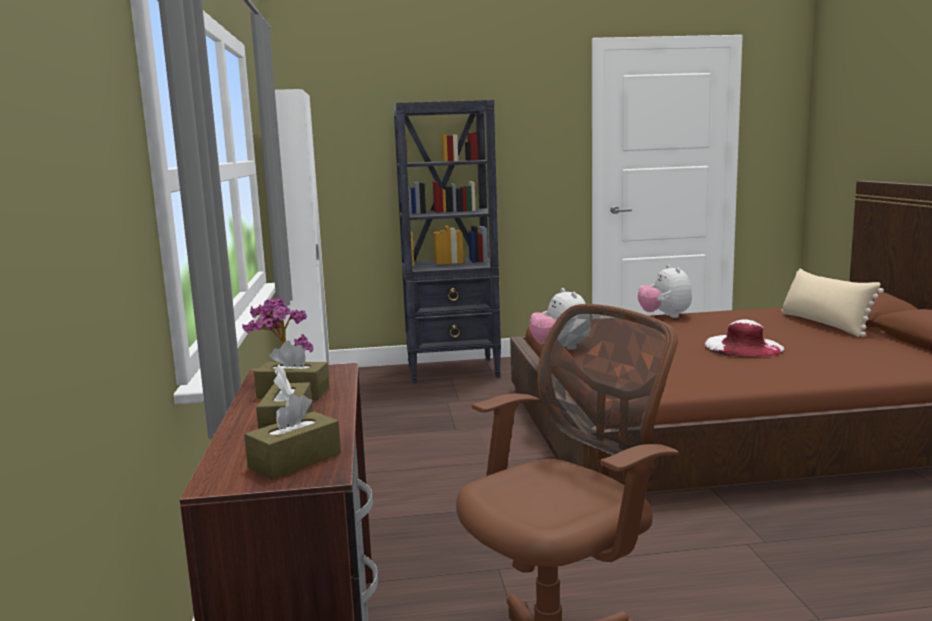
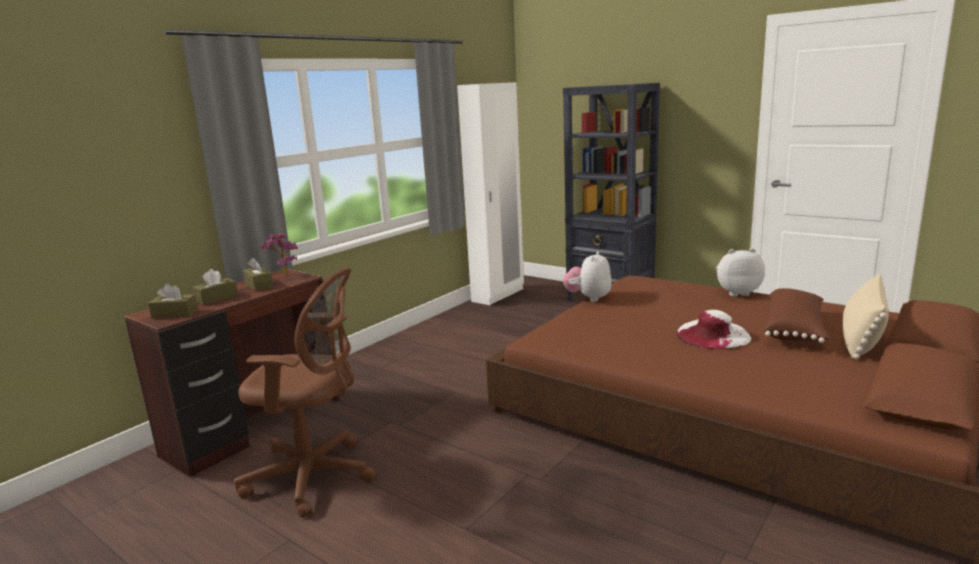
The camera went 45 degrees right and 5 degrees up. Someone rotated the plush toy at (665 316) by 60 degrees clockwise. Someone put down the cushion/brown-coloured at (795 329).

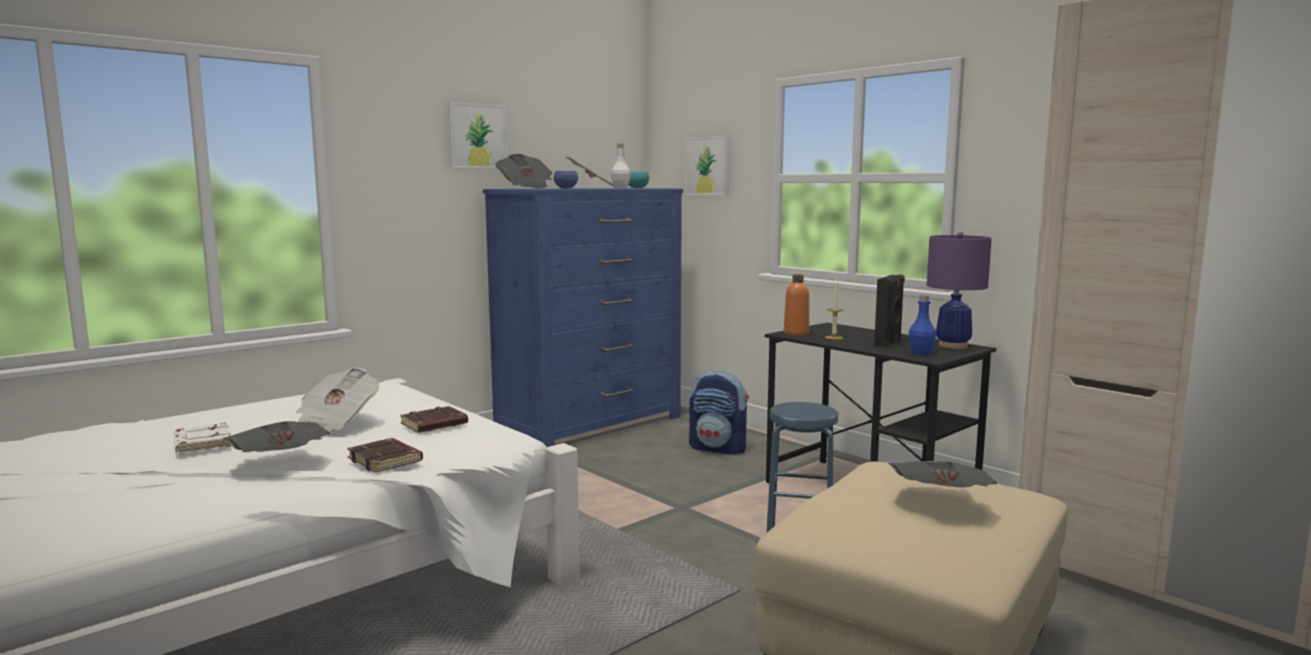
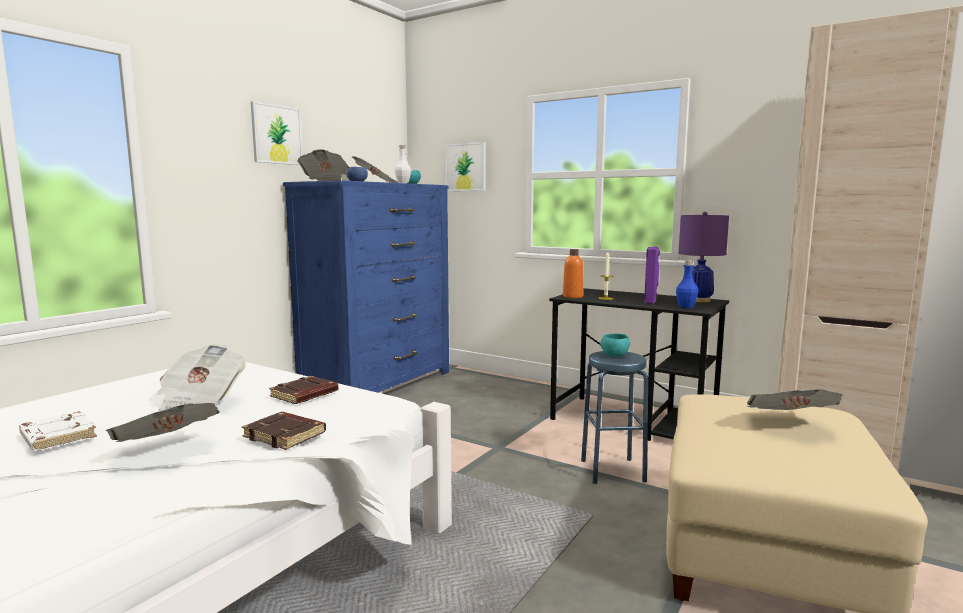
The camera went 15 degrees left and 0 degrees up. Someone repainted the speaker/black at (889 342), which became the speaker/purplish at (651 300). Someone took away the rucksack at (719 448). Someone put down the serving bowl/turquoise at (614 356).

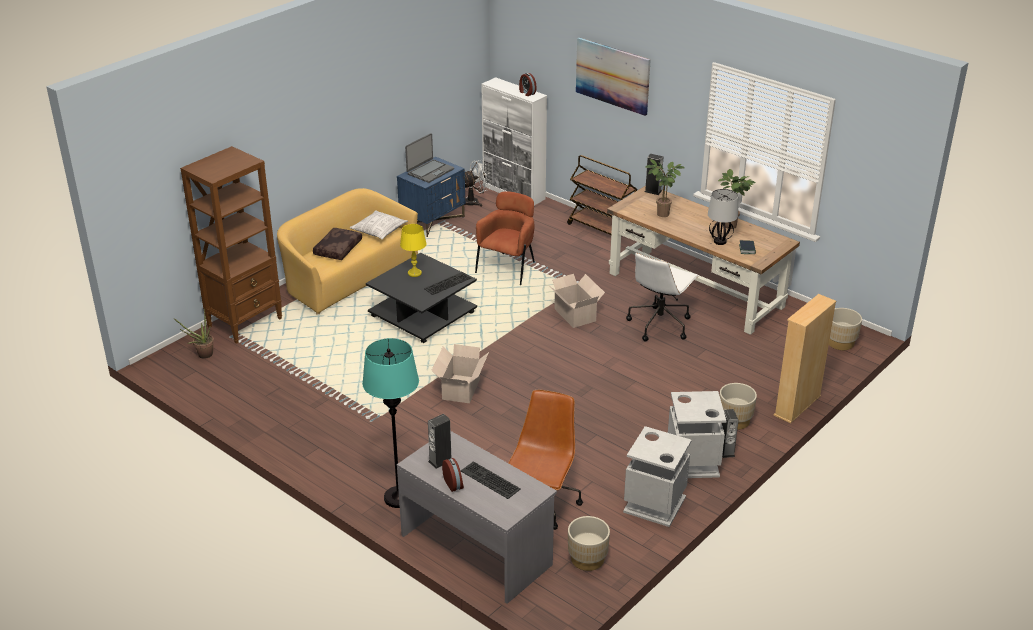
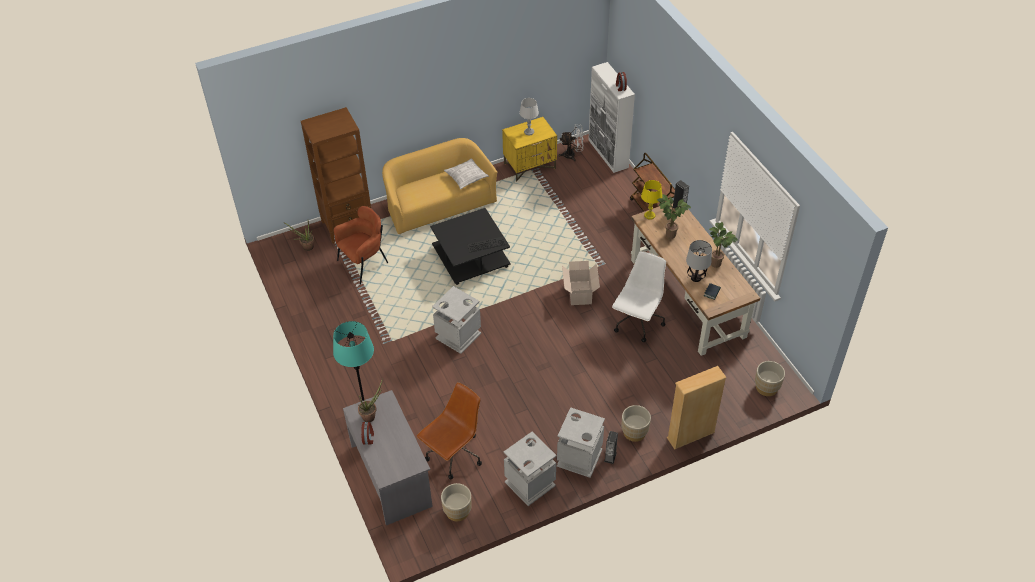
The camera went 25 degrees right and 15 degrees up. Someone took away the wall art at (613 75). Someone swapped the laptop at (430 171) for the tabletop lamp/gray at (529 132). Someone repainted the bedside table/blue at (433 221), which became the bedside table/yellow at (530 166). Someone carried the easy chair/brown-coloured from (508 268) to (364 263). Someone carried the tabletop lamp/yellow from (414 273) to (649 215). Someone took away the cushion/brown-coloured at (337 249). Someone rotated the computer chair/white-coloured at (659 324) by 150 degrees clockwise. Someone swapped the cardboard box at (460 389) for the waste bin/gray at (458 336). Someone swapped the speaker at (440 461) for the houseplant at (371 415). Someone took away the computer keyboard at (489 480).

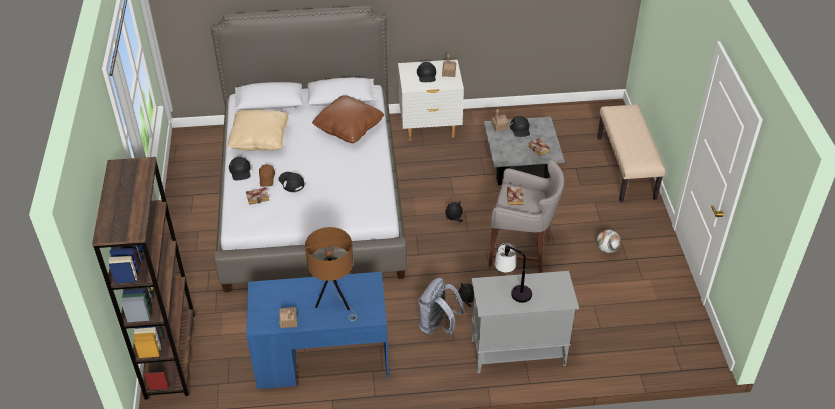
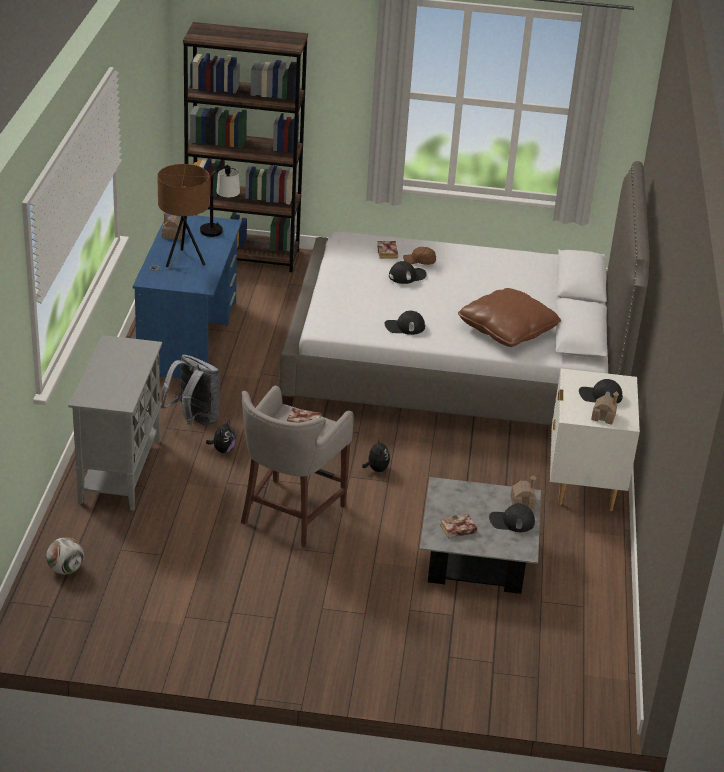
The camera went 100 degrees right and 10 degrees down. Someone took away the bench/beige at (626 168). Someone took away the cushion/beige at (259 139). Someone carried the peaked cap/black from (240 171) to (404 327). Someone carried the football from (606 249) to (66 569). Someone carried the tabletop lamp from (512 291) to (219 227).

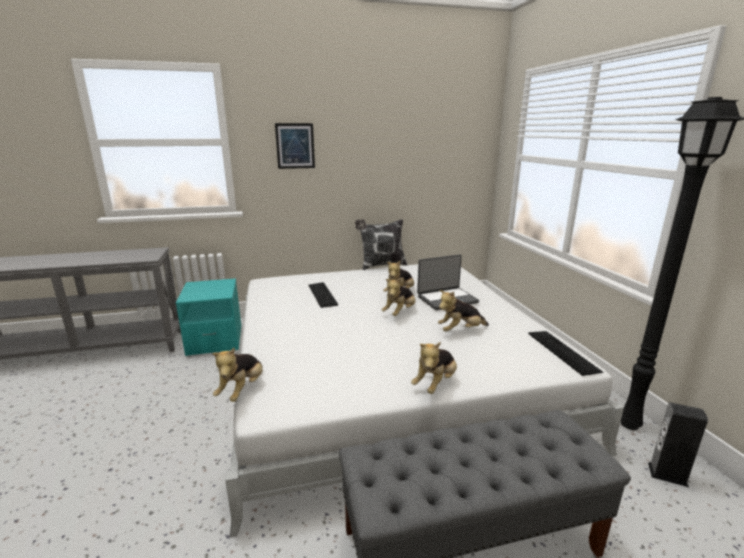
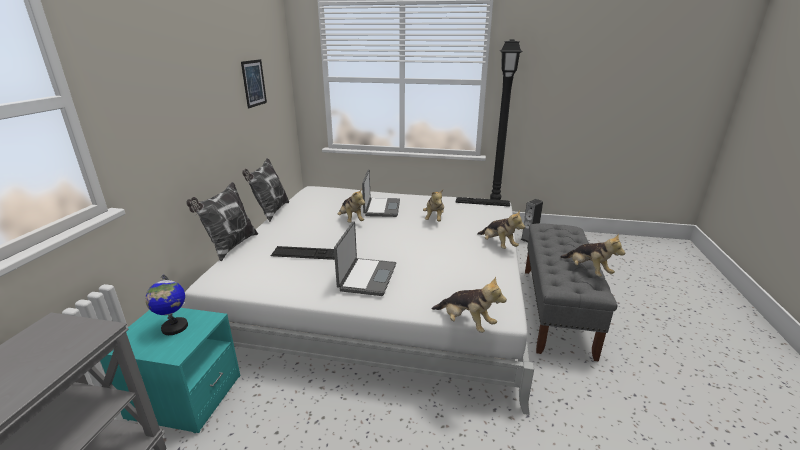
The camera went 65 degrees left and 5 degrees up. Someone carried the wall art from (295 146) to (254 83). Someone carried the plush toy from (400 312) to (587 270). Someone put down the cushion at (230 246). Someone put down the laptop at (366 277). Someone put down the globe at (174 327).

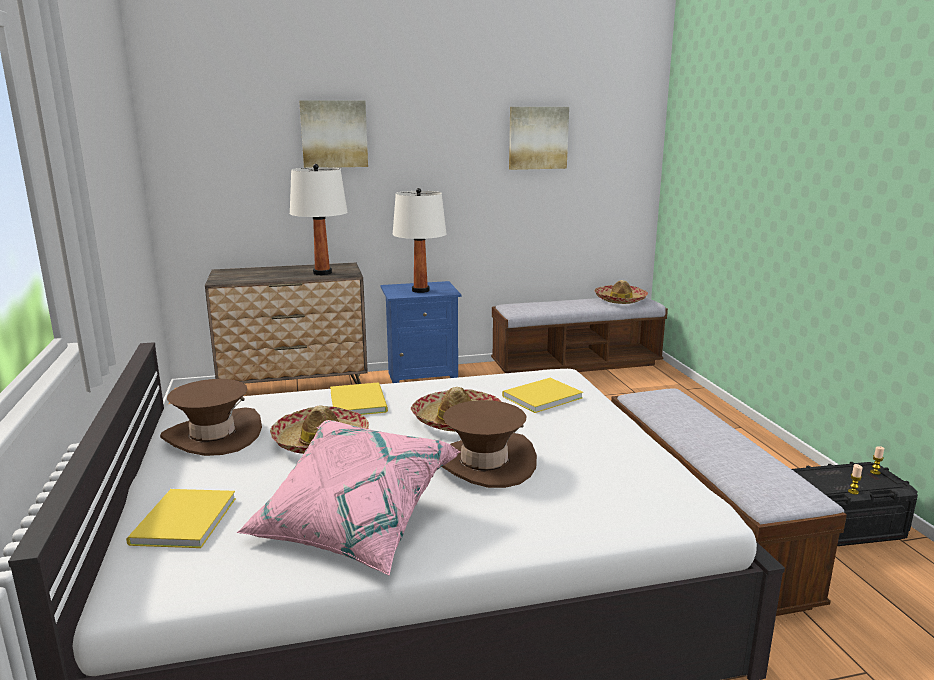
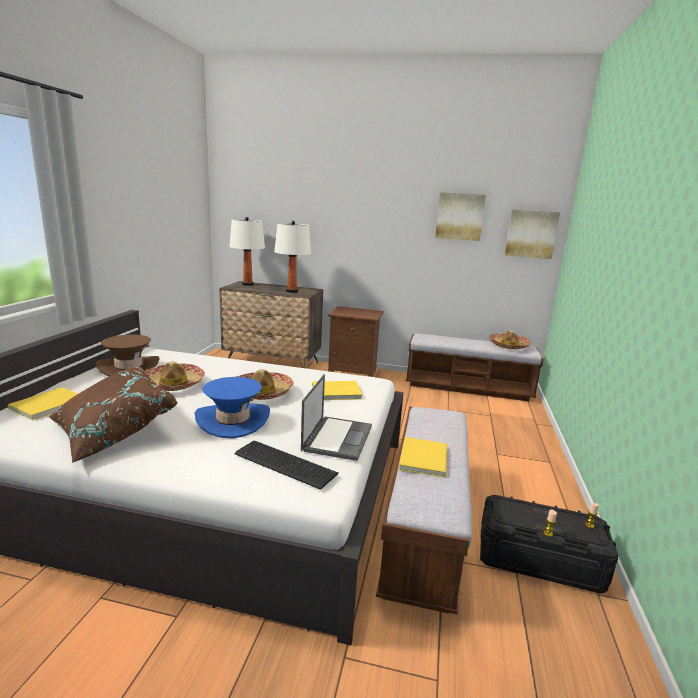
The camera went 25 degrees right and 0 degrees up. Someone carried the wall art from (334 134) to (531 234). Someone carried the tabletop lamp/white-coloured from (420 290) to (248 284). Someone repainted the bedside table/blue at (421 378), which became the bedside table/brown-coloured at (353 372). Someone carried the book/yellow from (359 401) to (425 457). Someone repainted the wearable hat/brown-coloured at (484 463), which became the wearable hat/blue at (233 420). Someone repainted the cushion/pink at (352 525), which became the cushion/brown-coloured at (113 432). Someone put down the laptop at (337 437). Someone put down the computer keyboard at (285 462).

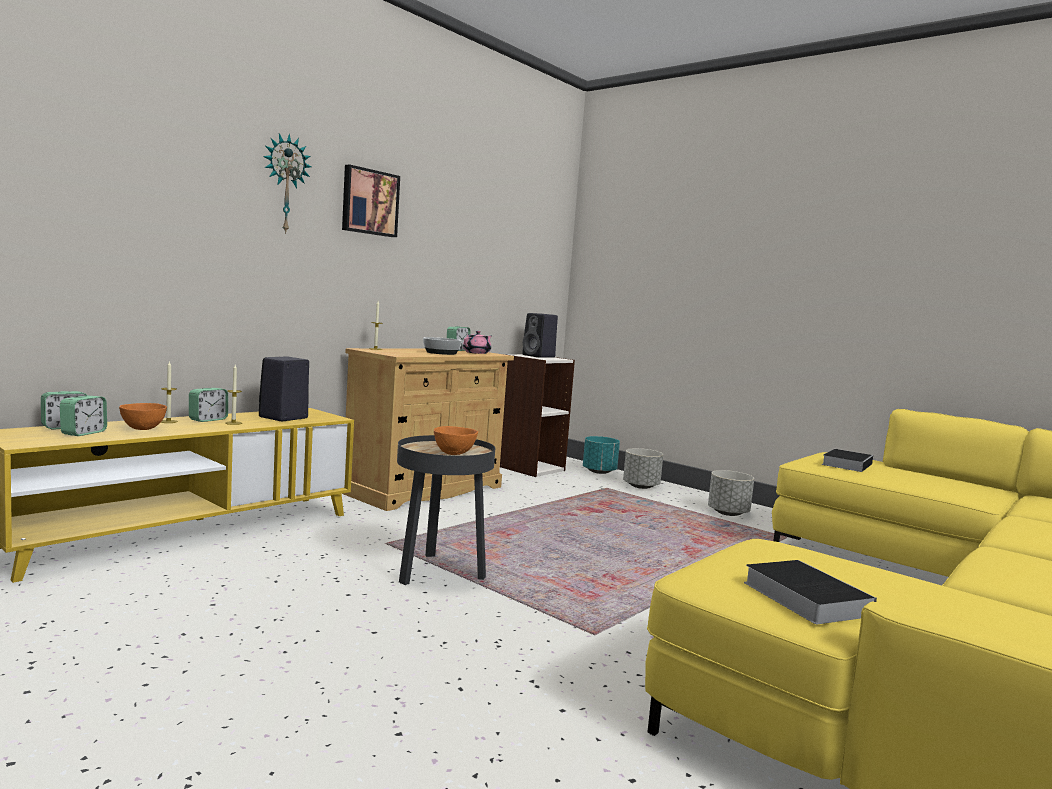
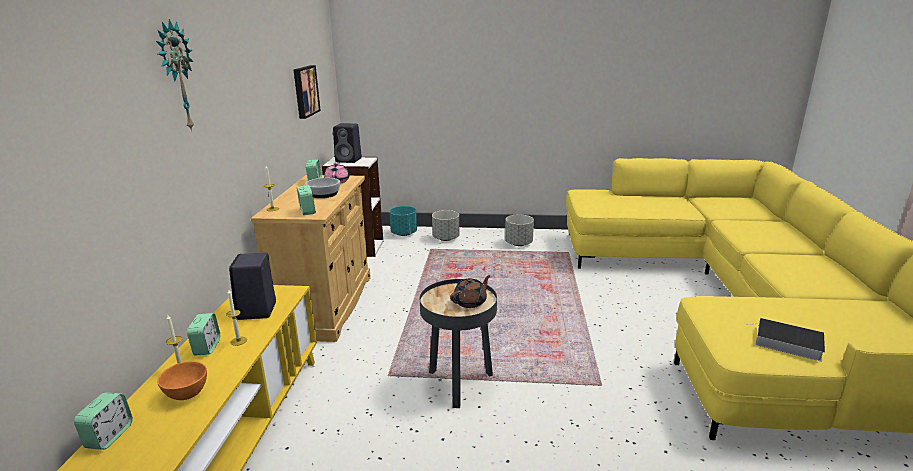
The camera went 35 degrees left and 15 degrees up. Someone carried the wall art from (369 202) to (304 91). Someone carried the alarm clock from (83 433) to (307 211). Someone swapped the serving bowl/orangey at (455 453) for the tea pot/brown-coloured at (470 302). Someone took away the book at (846 464).

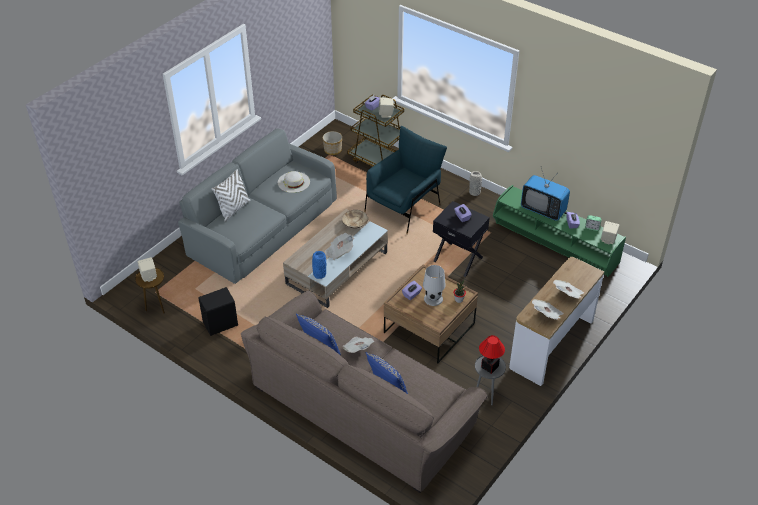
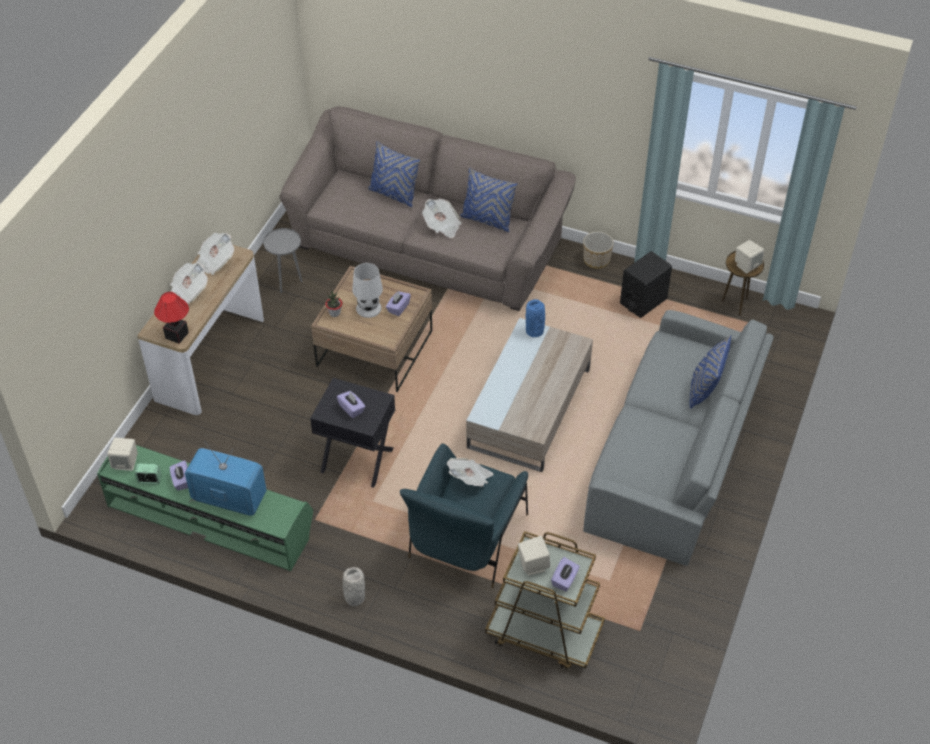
The camera went 165 degrees right and 5 degrees up. Someone carried the plant pot from (332 150) to (596 260). Someone repainted the cushion/white-coloured at (234 209), which became the cushion/blue at (704 389). Someone took away the wearable hat/white-coloured at (293 182). Someone took away the serving bowl/beige at (355 223). Someone carried the newspaper from (339 252) to (470 479). Someone carried the tabletop lamp from (489 366) to (177 335).

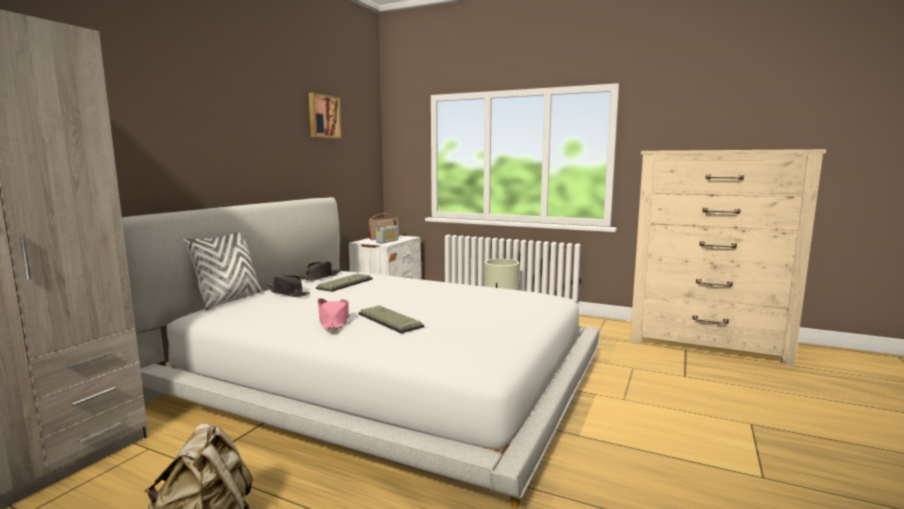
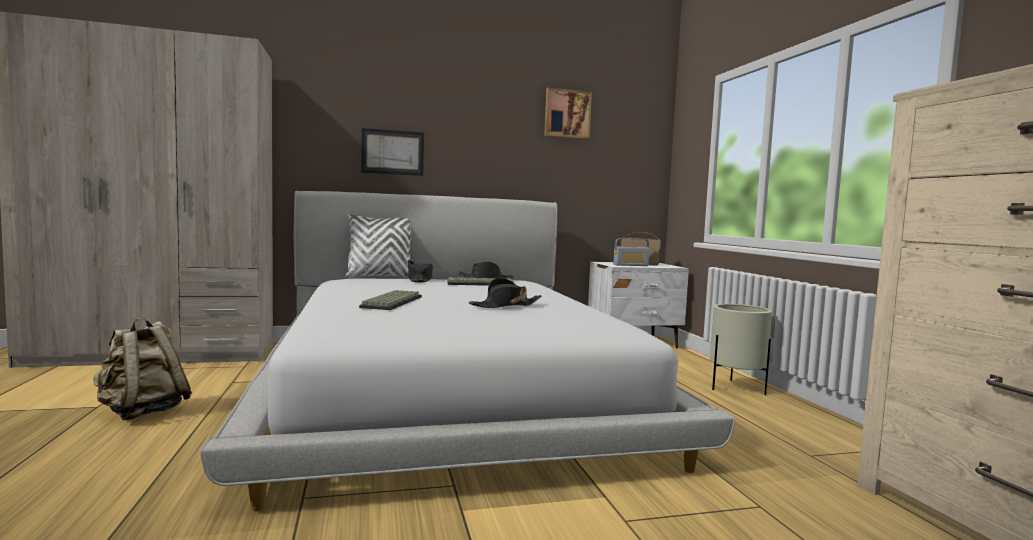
The camera went 50 degrees right and 5 degrees down. Someone took away the wearable hat/pink at (334 321). Someone put up the wall art at (392 152). Someone put down the wearable hat/black at (505 306).

